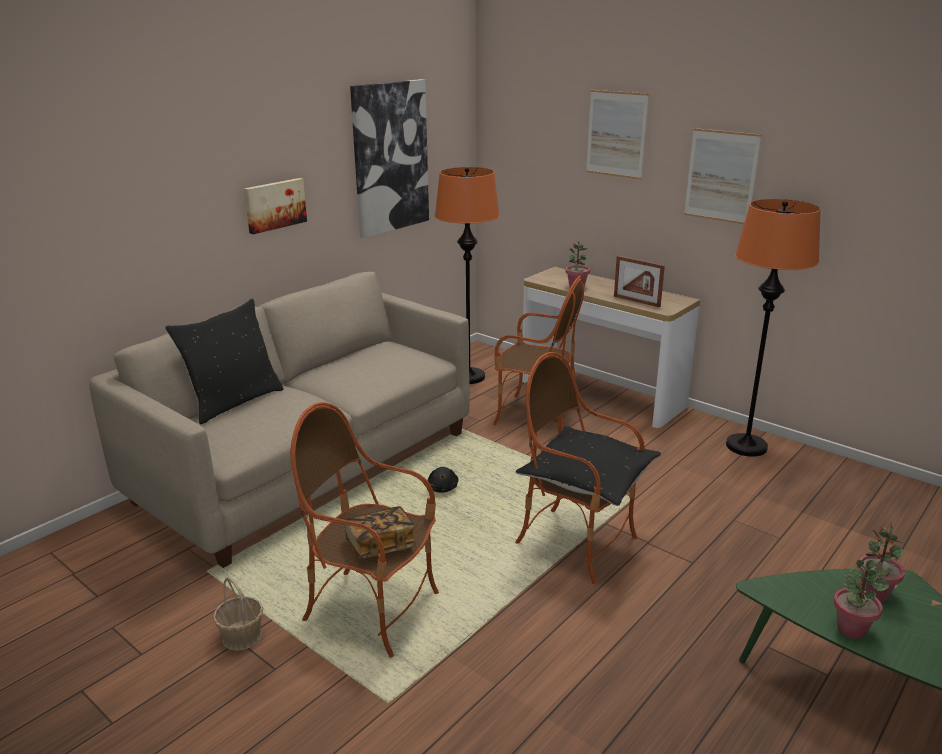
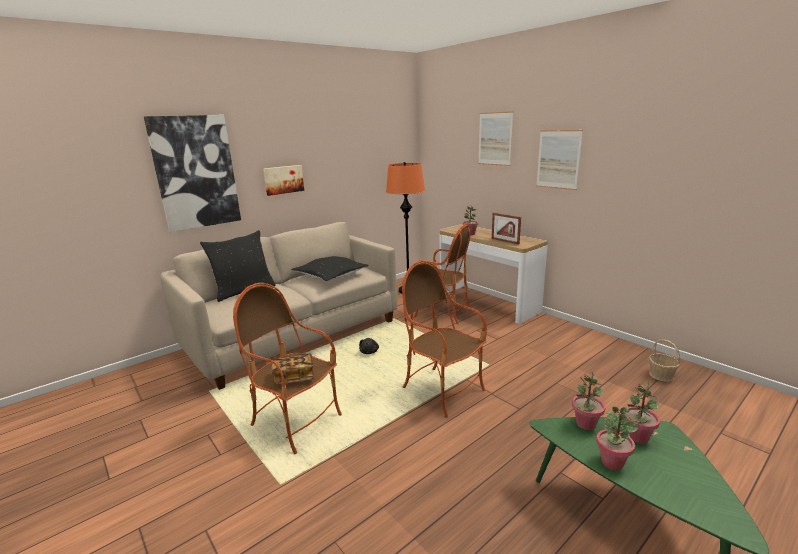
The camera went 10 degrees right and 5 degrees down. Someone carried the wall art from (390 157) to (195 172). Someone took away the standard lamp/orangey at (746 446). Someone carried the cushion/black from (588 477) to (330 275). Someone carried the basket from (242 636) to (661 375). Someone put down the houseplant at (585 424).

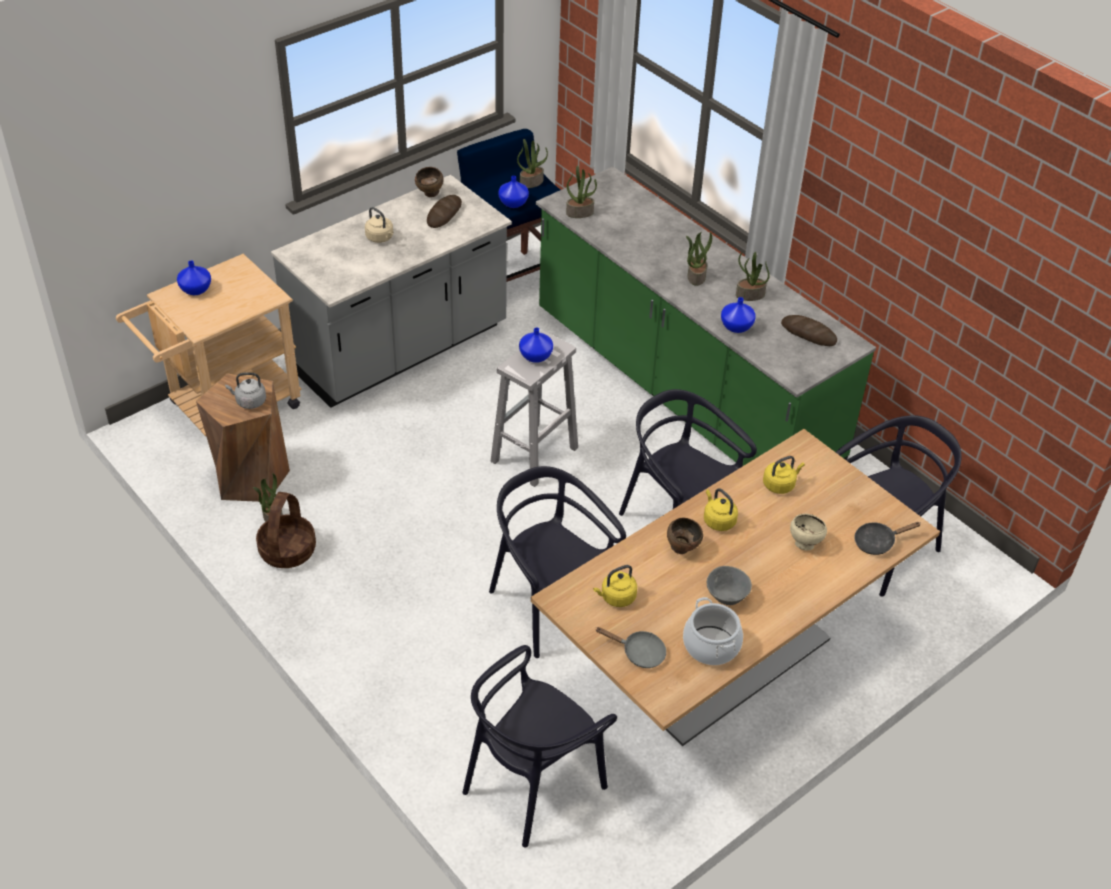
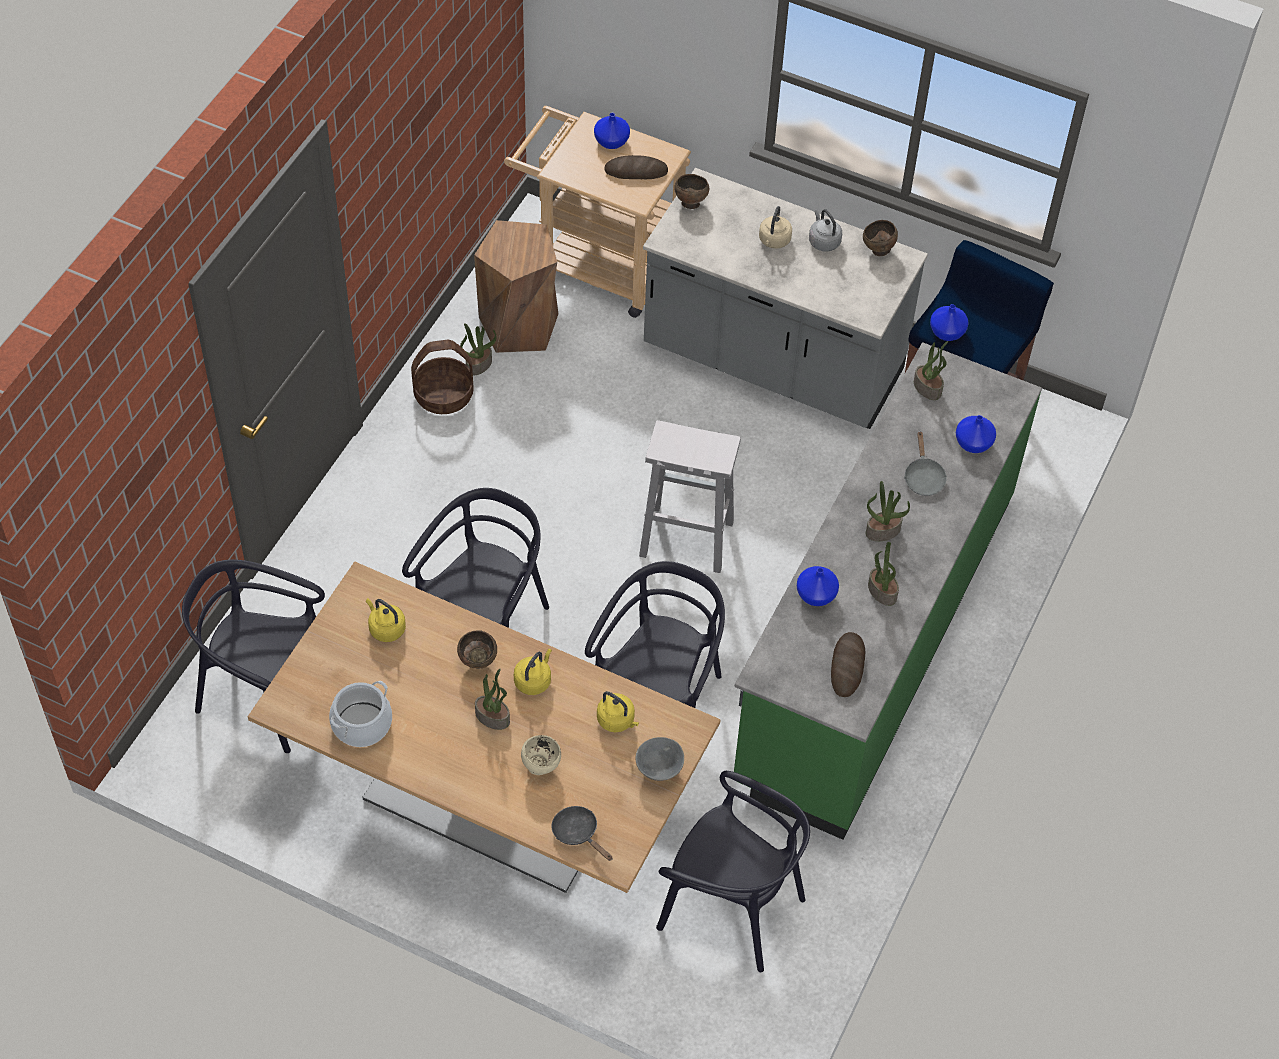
The camera went 65 degrees right and 10 degrees up. Someone carried the houseplant from (531 182) to (493 717). Someone carried the bakery bread from (444 214) to (636 171). Someone carried the decorative vase/blue from (536 357) to (972 444). Someone carried the kettle/gray from (249 401) to (823 241). Someone carried the serving bowl/gray from (725 597) to (658 768). Someone carried the pan/gray from (639 653) to (923 477). Someone put down the serving bowl/brown-coloured at (690 203).

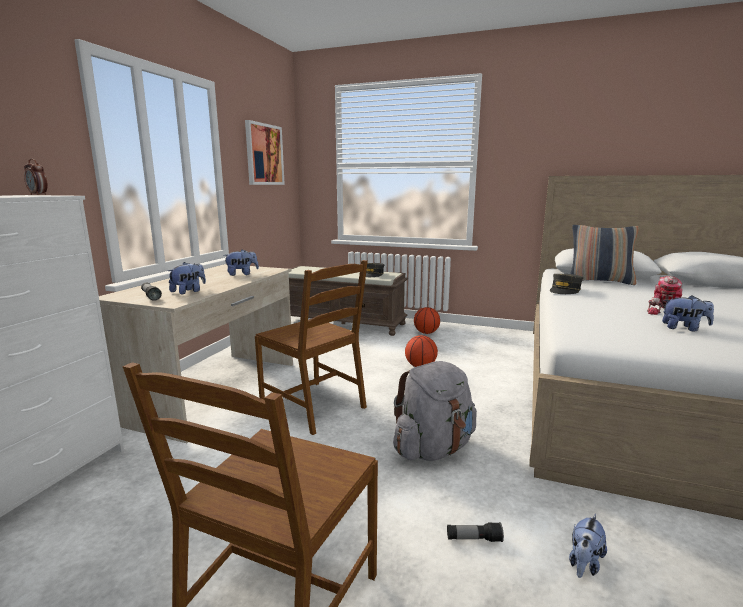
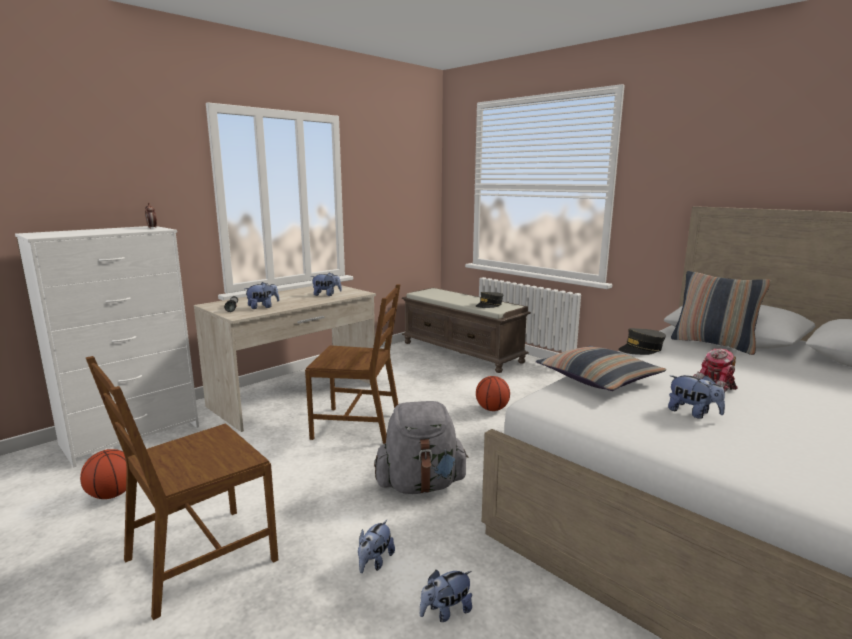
The camera went 25 degrees right and 0 degrees up. Someone took away the wall art at (264 154). Someone rotated the plain chair/brown-coloured at (315 406) by 60 degrees counterclockwise. Someone carried the basketball from (426 333) to (112 495). Someone swapped the torch at (474 539) for the plush toy at (374 562). Someone put down the cushion at (598 379).

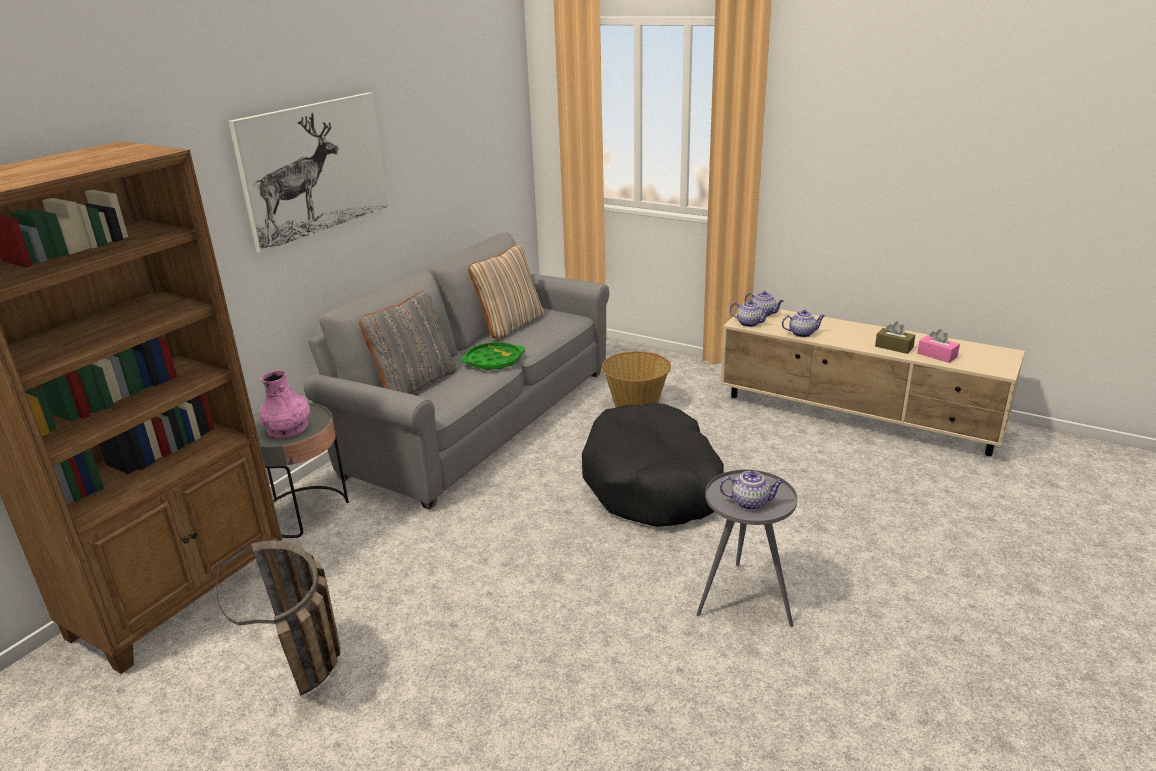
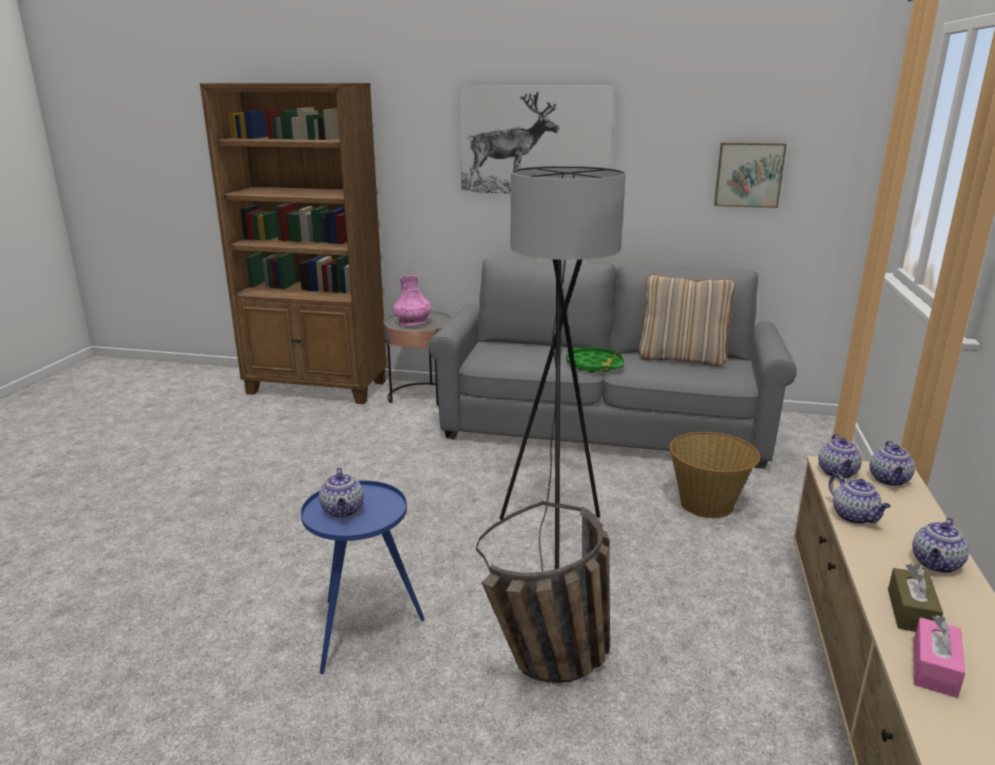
The camera went 70 degrees right and 5 degrees down. Someone took away the cushion/gray at (415 384). Someone swapped the pet bed/black at (653 483) for the standard lamp/gray at (554 540). Someone repainted the accent table/gray at (744 598), which became the accent table/blue at (364 631). Someone carried the basket from (310 674) to (552 667). Someone put up the wall art at (749 174). Someone put down the tea pot at (936 564).

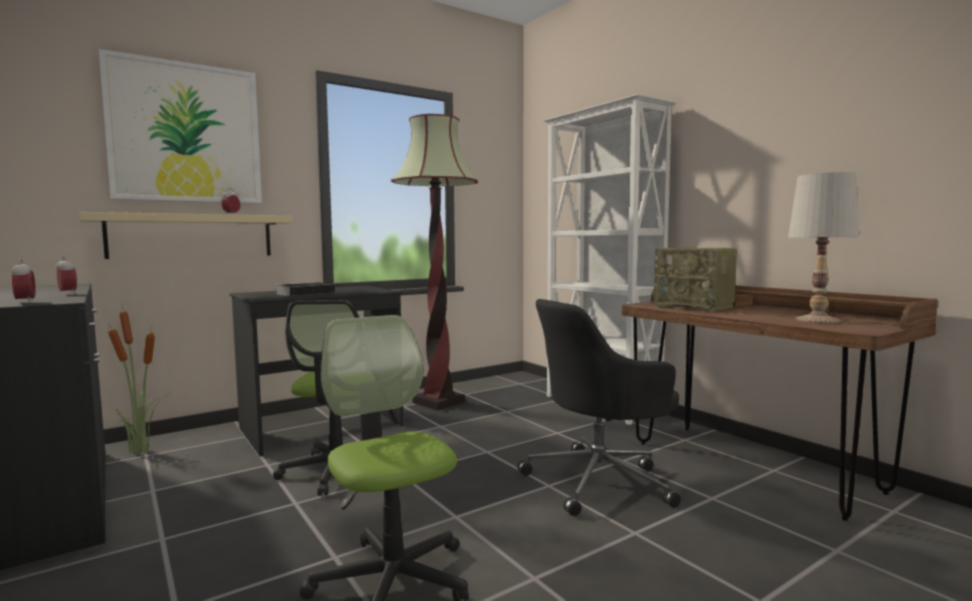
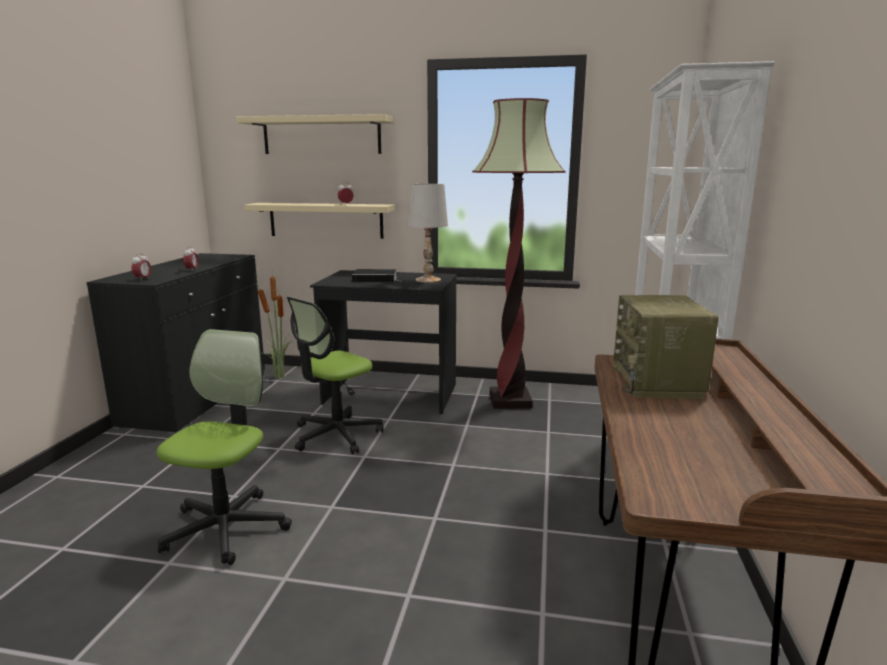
The camera went 45 degrees right and 10 degrees up. Someone swapped the wall art at (186 133) for the shelf/beige at (321 135). Someone carried the tabletop lamp/white-coloured from (817 320) to (427 280). Someone took away the computer chair/black at (600 481).

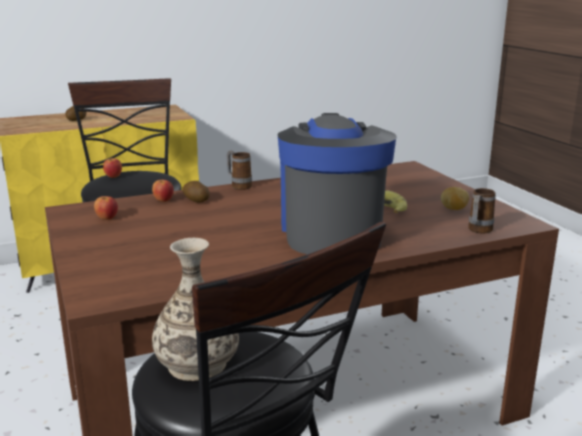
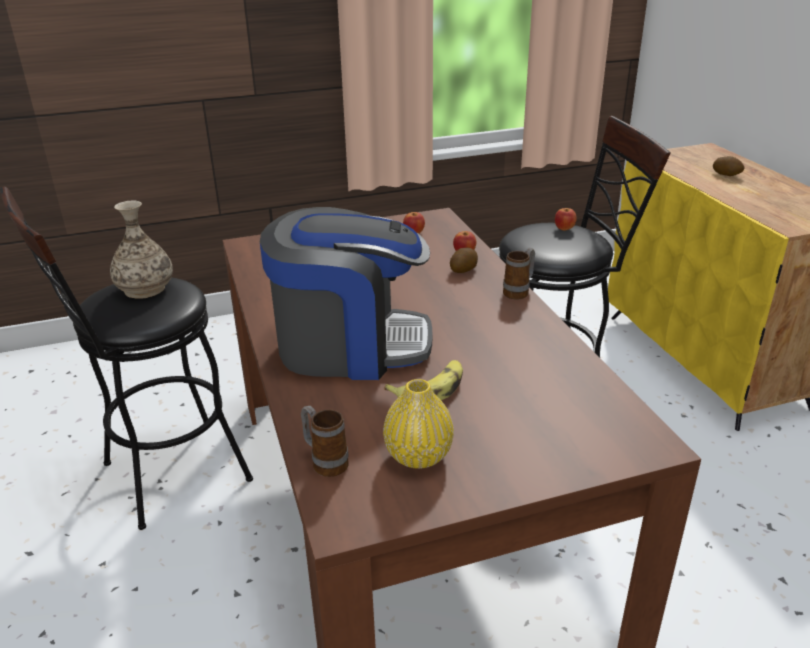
The camera went 95 degrees right and 10 degrees up. Someone swapped the spud at (453 209) for the decorative vase/yellow at (418 456).

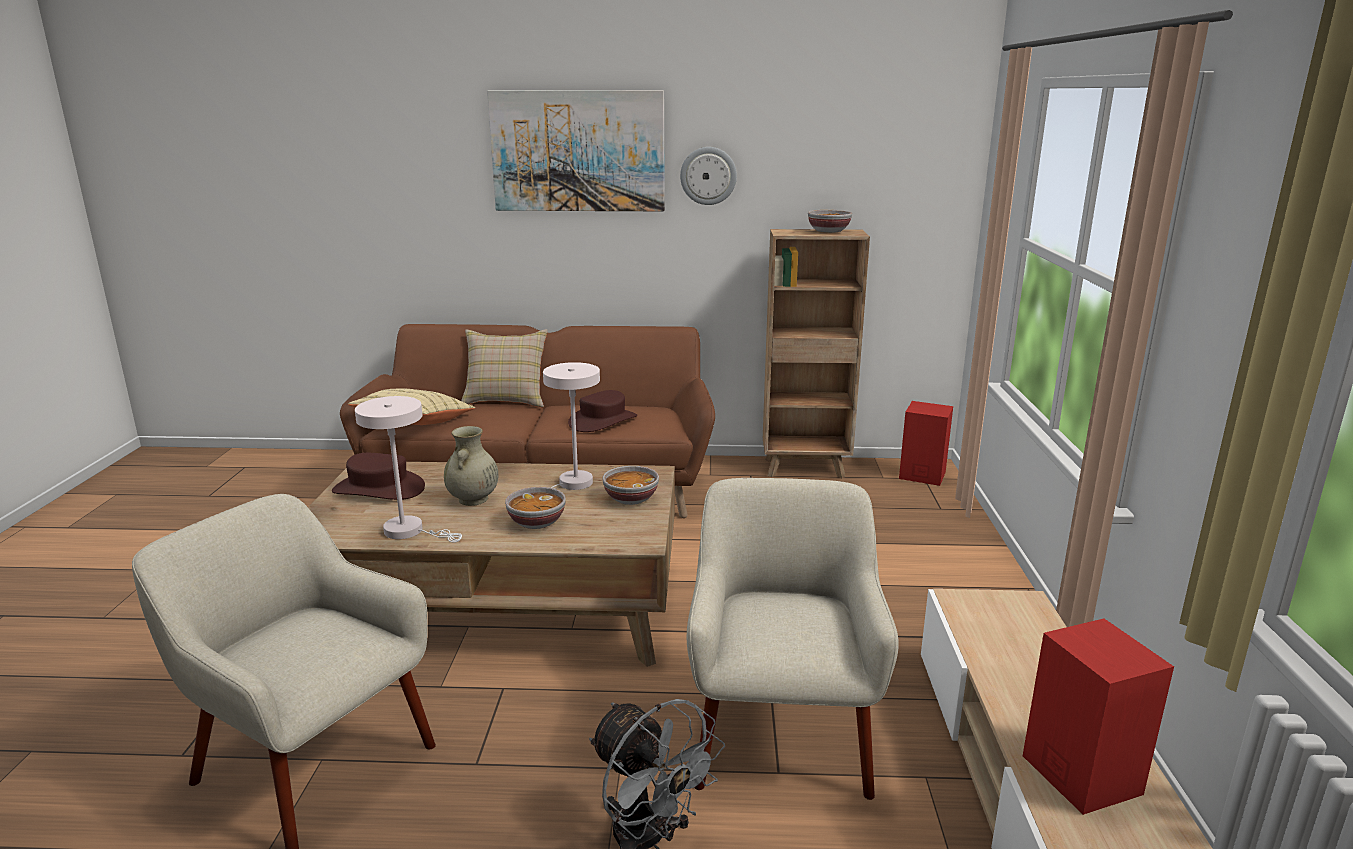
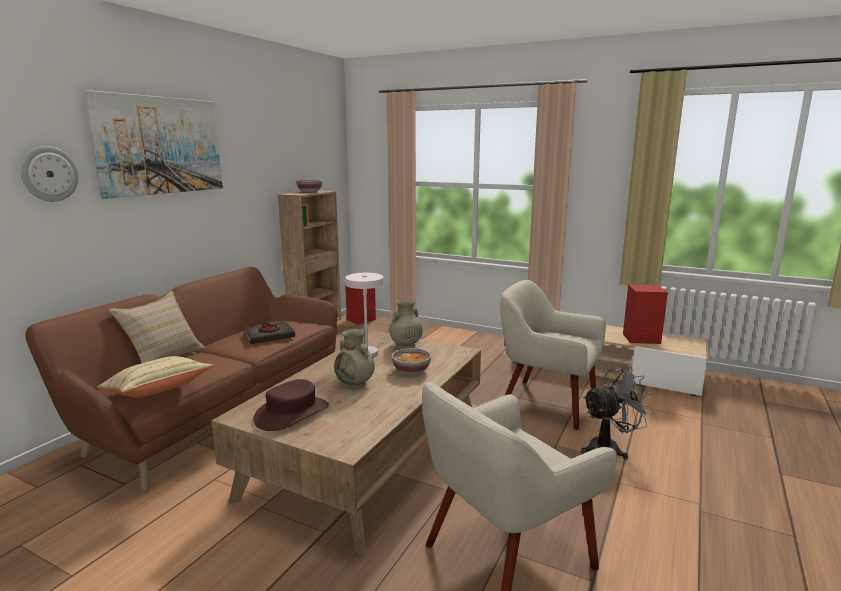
The camera went 65 degrees left and 5 degrees down. Someone carried the clock on the wall from (708 176) to (49 174). Someone swapped the wearable hat/brown-coloured at (603 421) for the book/black at (269 336). Someone took away the tabletop lamp/white-coloured at (410 531). Someone swapped the serving bowl at (630 498) for the decorative vase/beige at (405 345).

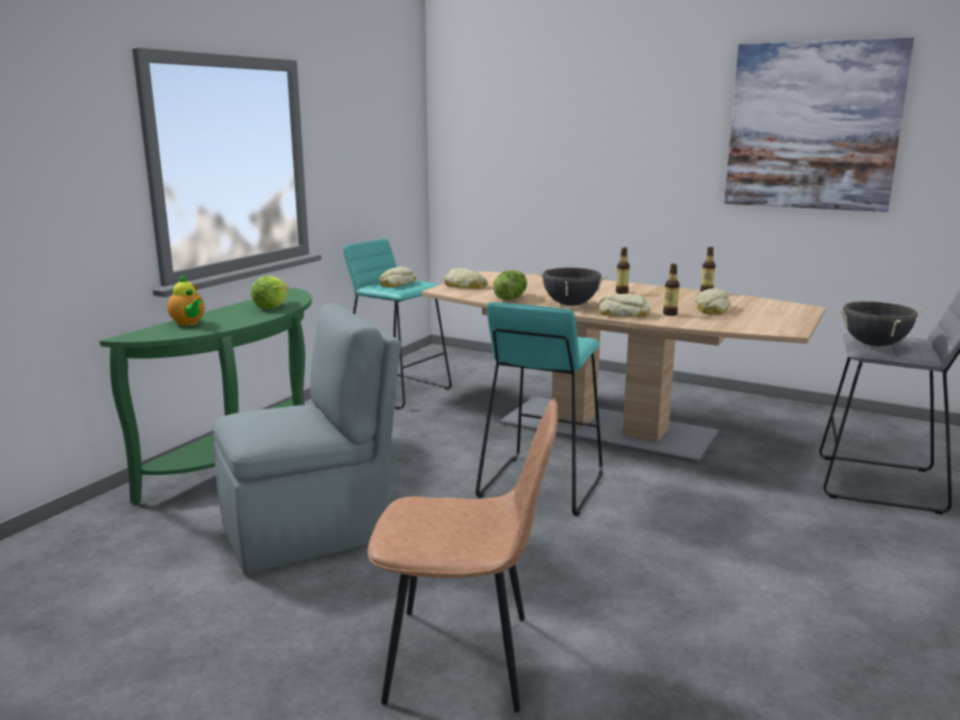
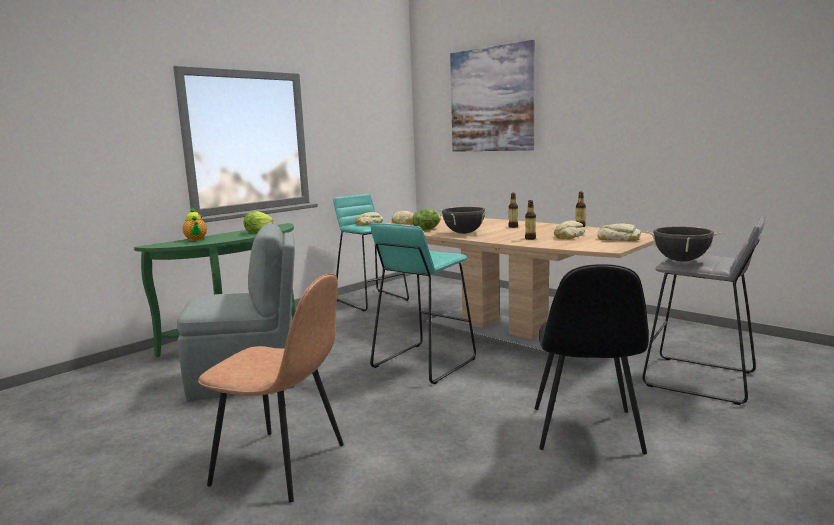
The camera went 15 degrees right and 5 degrees down. Someone carried the wall art from (812 126) to (491 99). Someone carried the bakery bread from (624 313) to (618 239). Someone put down the plain chair/black at (586 431).

